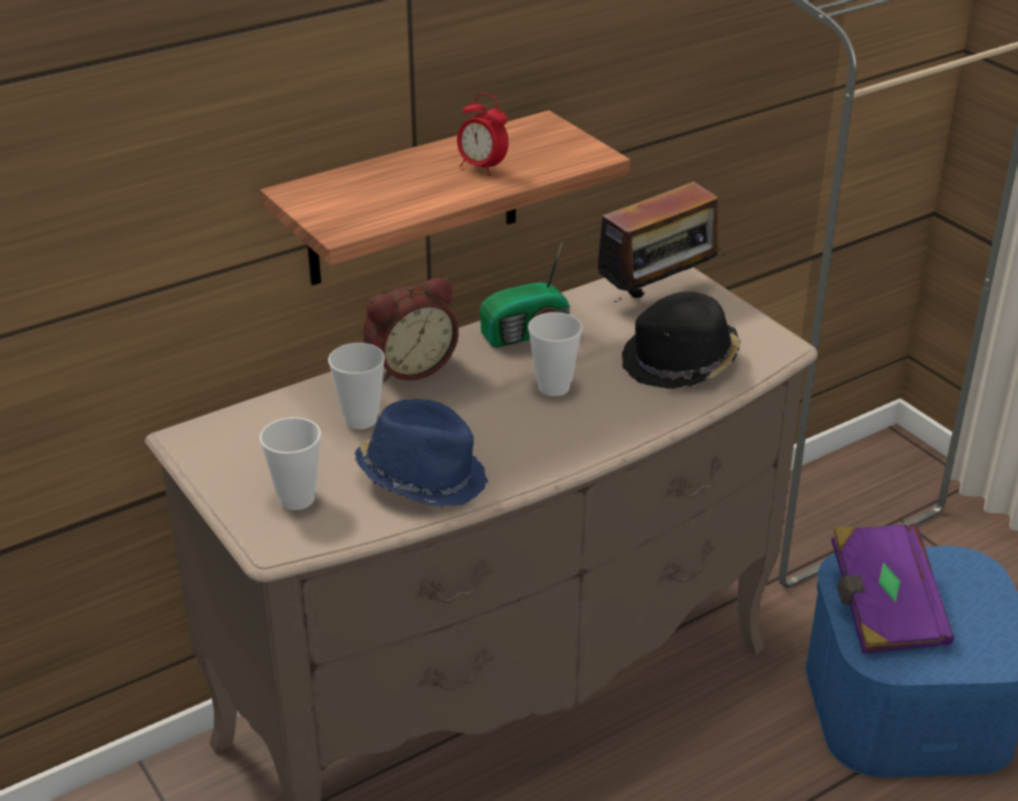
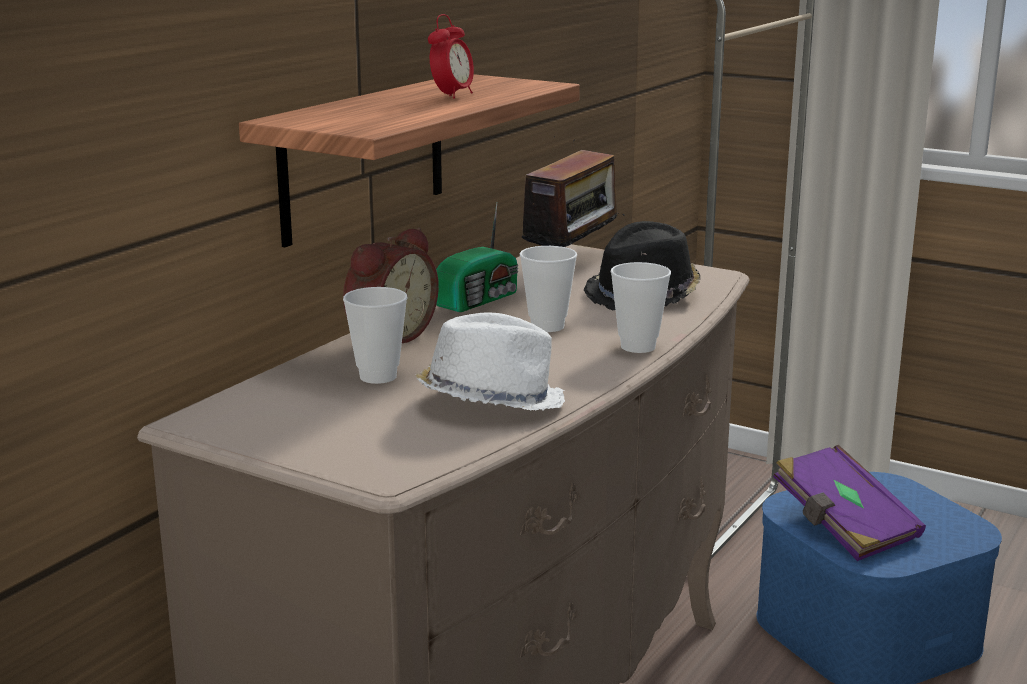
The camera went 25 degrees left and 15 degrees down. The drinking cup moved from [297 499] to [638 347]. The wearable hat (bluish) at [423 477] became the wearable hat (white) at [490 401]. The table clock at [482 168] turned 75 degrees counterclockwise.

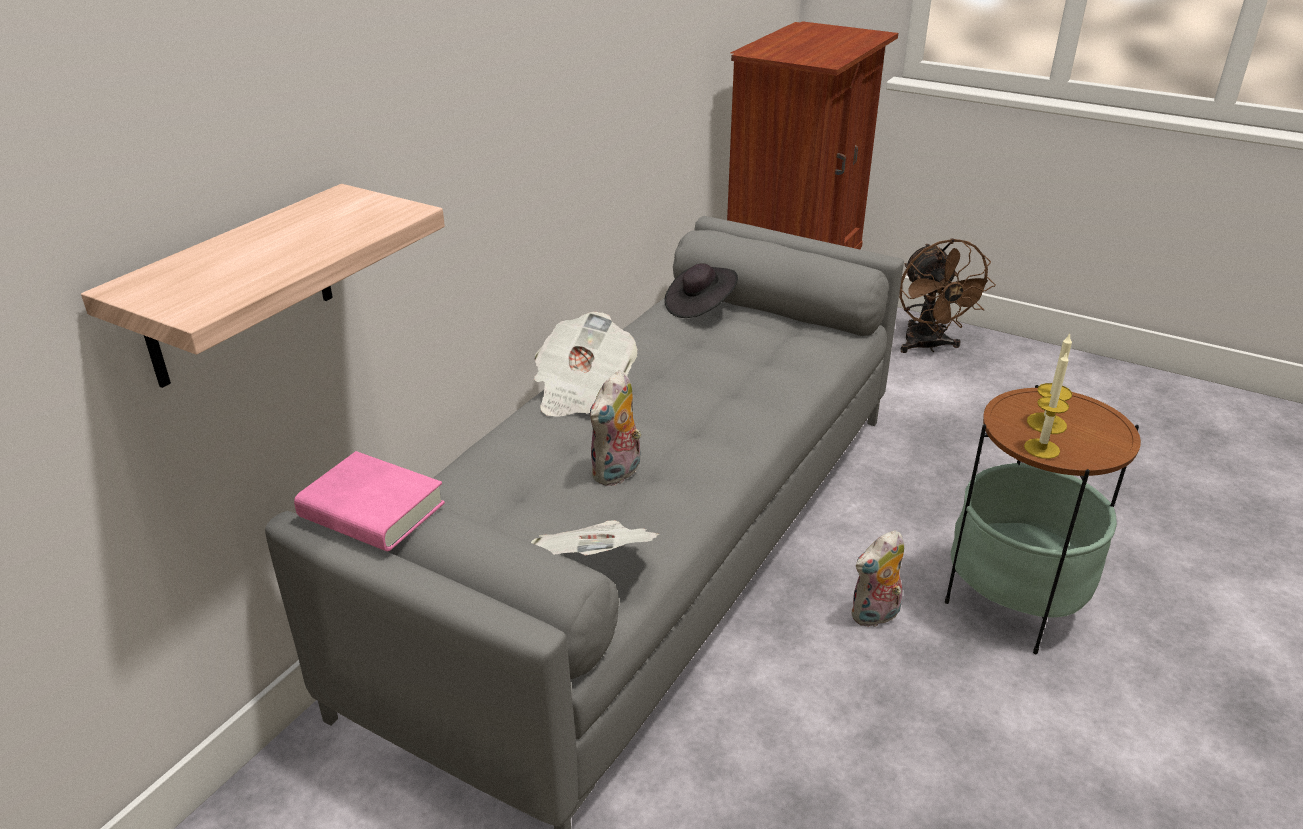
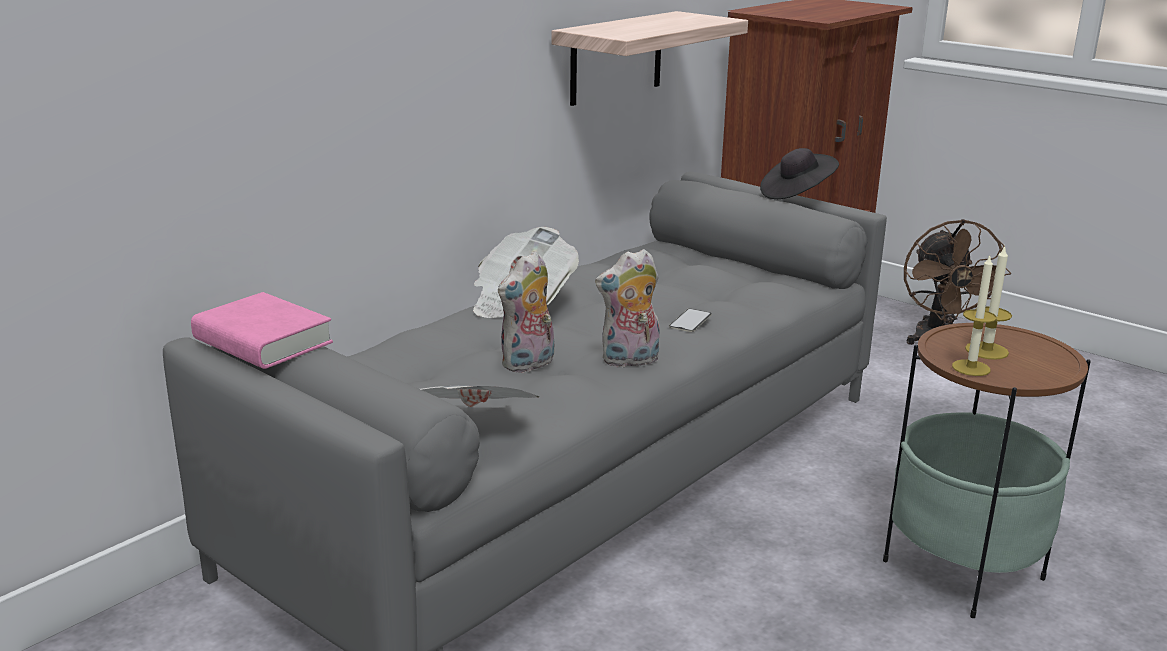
The camera went 10 degrees right and 10 degrees down. The bracket shelf moved from [238 286] to [616 58]. The wearable hat (black) moved from [699 306] to [796 194]. The soft toy moved from [875 616] to [629 361]. The handset at [690 321] appeared.

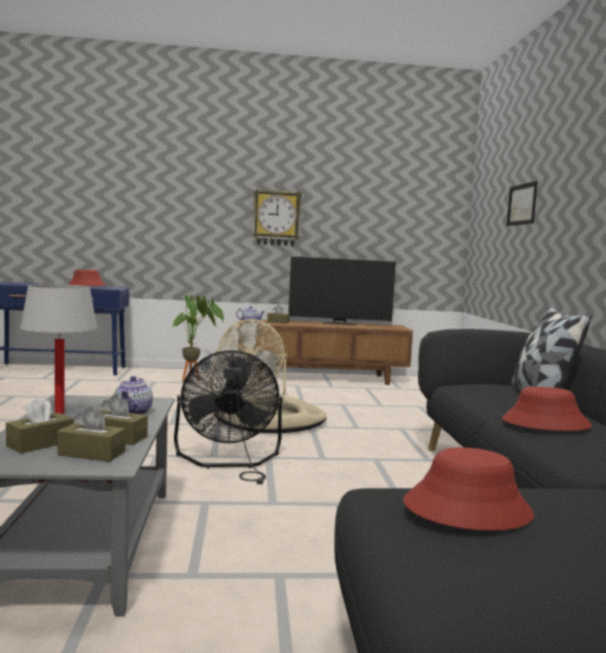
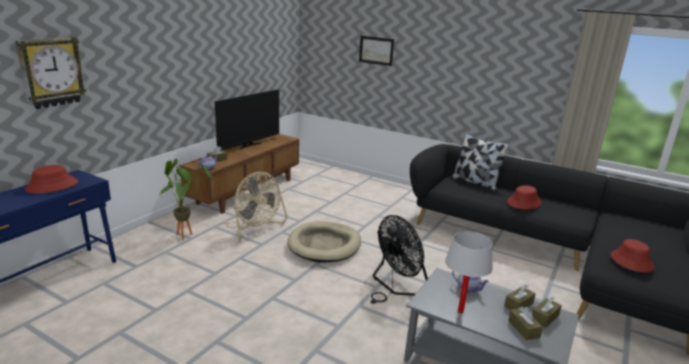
The camera went 55 degrees left and 15 degrees up. The fan (black) at [232 462] turned 120 degrees clockwise. The hanging clock moved from [276 218] to [51 72].

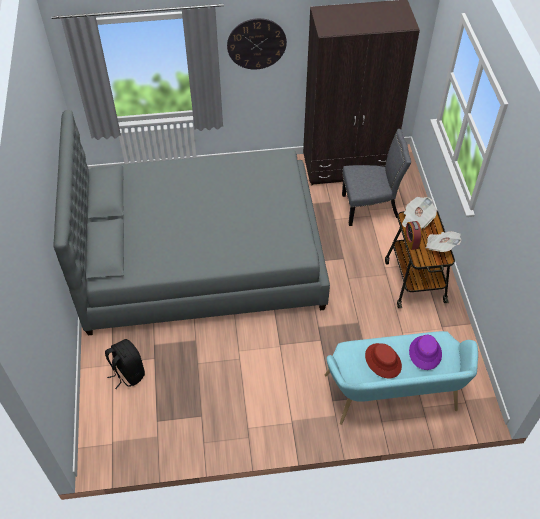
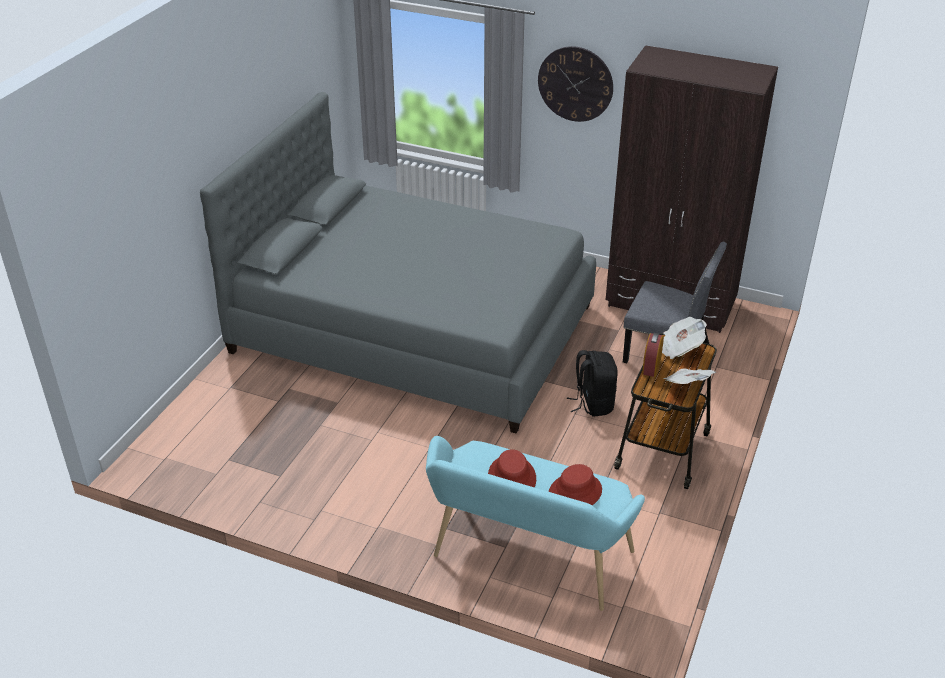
The camera went 30 degrees right and 15 degrees down. The rucksack (black) moved from [128 373] to [593 404]. The wearable hat (purplish) at [425 353] became the wearable hat (red) at [575 492].

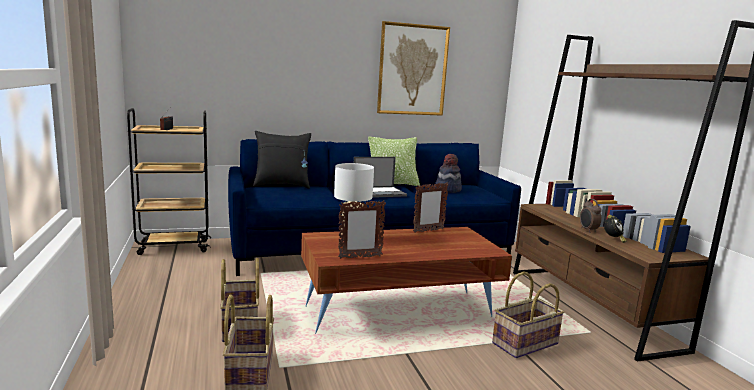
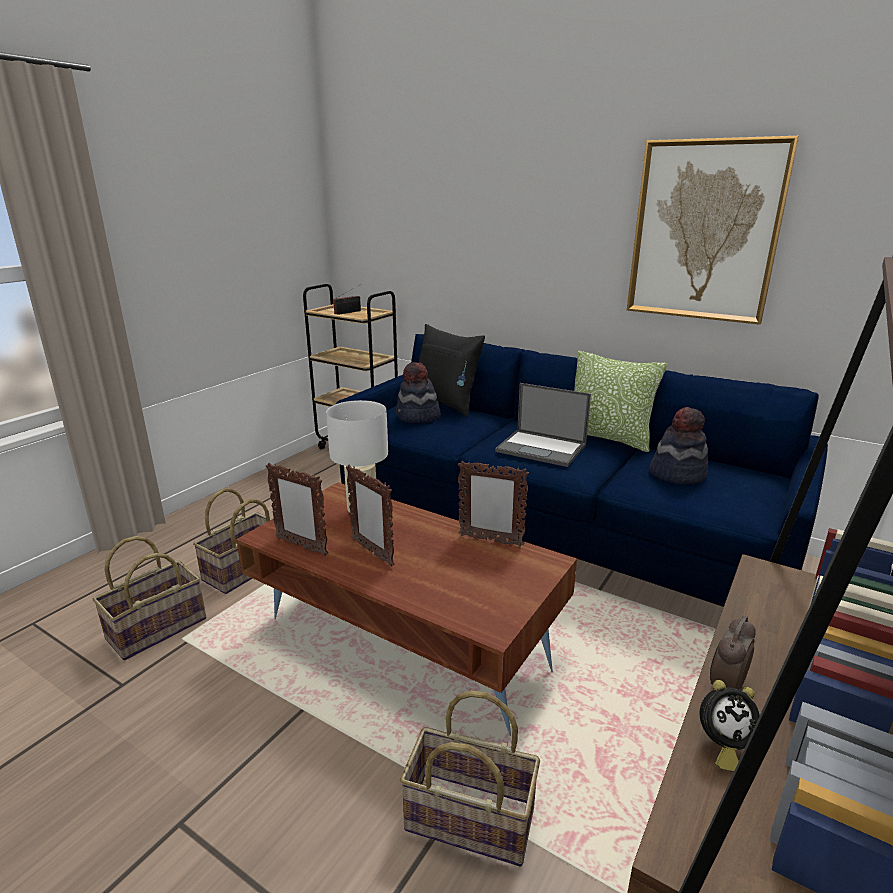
The camera went 50 degrees right and 10 degrees up. The picture frame at [372 552] appeared. The wearable hat at [418 417] appeared.

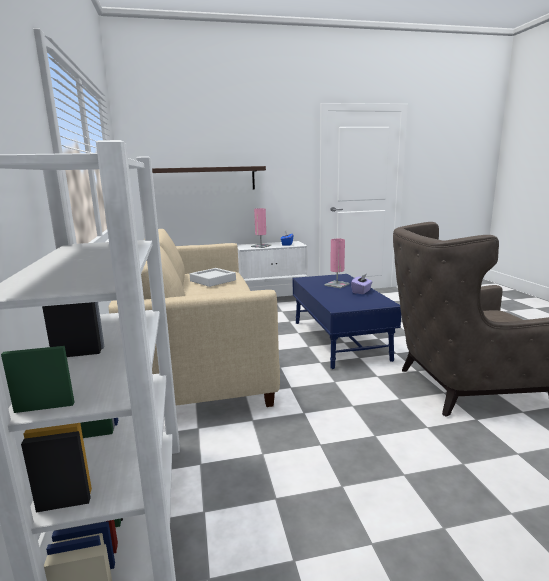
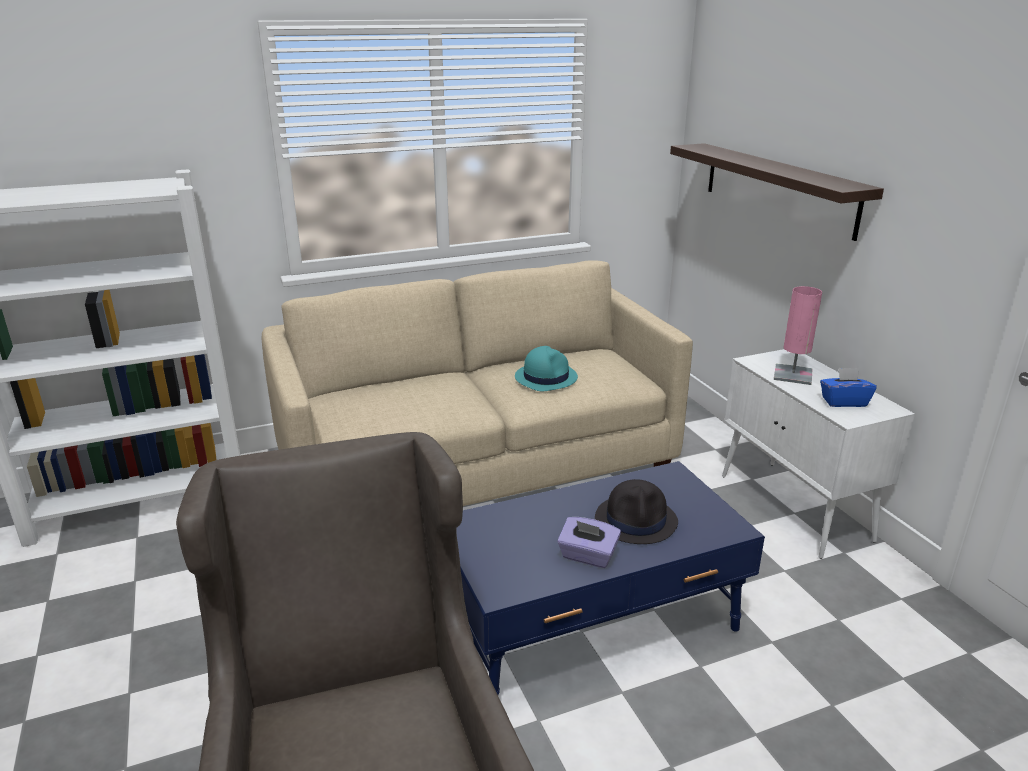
The camera went 80 degrees right and 10 degrees up. The serving tray (grey) at [213 280] was replaced by the wearable hat (turquoise-coloured) at [546 377]. The tabletop lamp (pinkish) at [337 285] was replaced by the wearable hat (black) at [636 520].

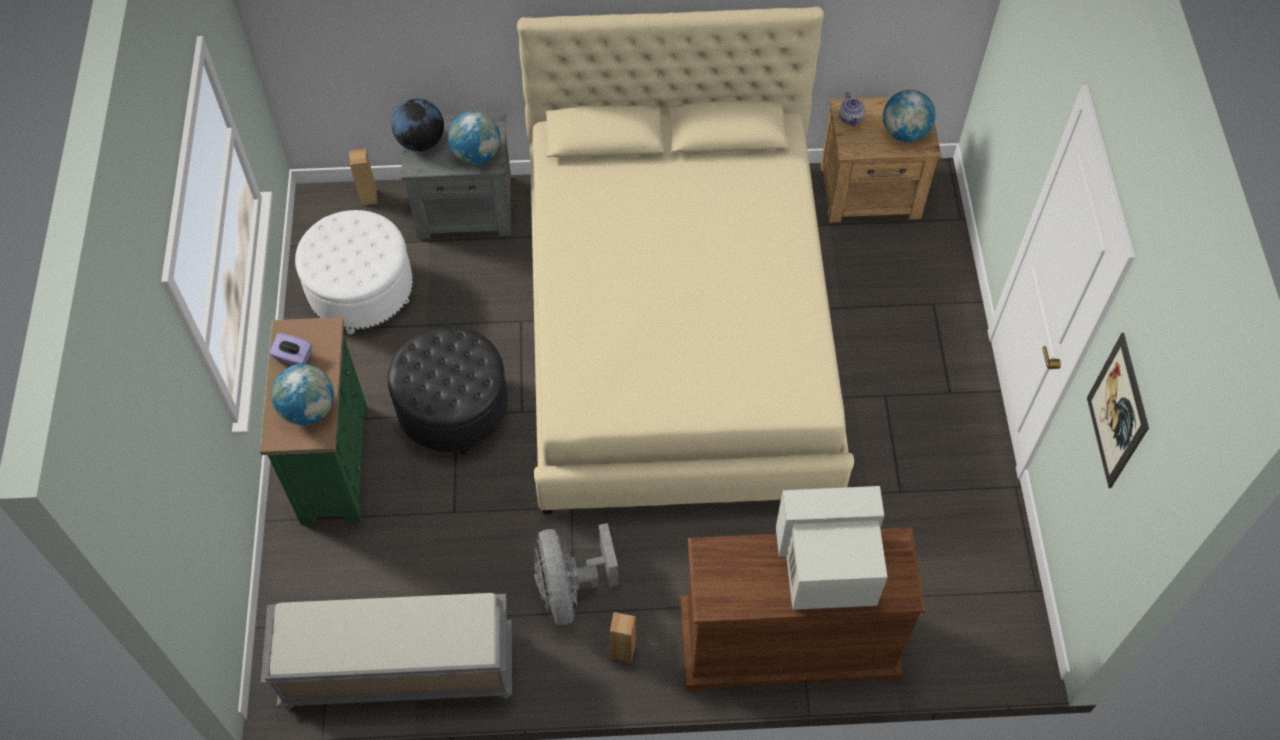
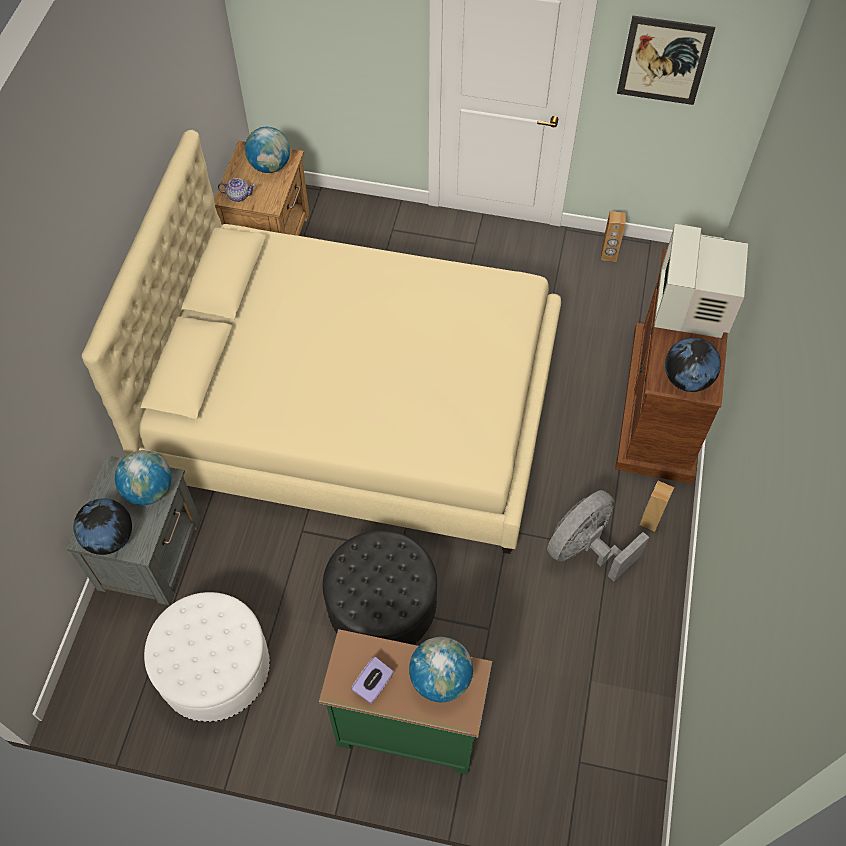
The camera went 75 degrees left and 0 degrees up. The indoor bench (grey) at [397 670] disappeared. The audio speaker (brown) moved from [368 197] to [608 255]. The fan (grey) at [569 589] turned 135 degrees clockwise. The world globe at [686 379] appeared.

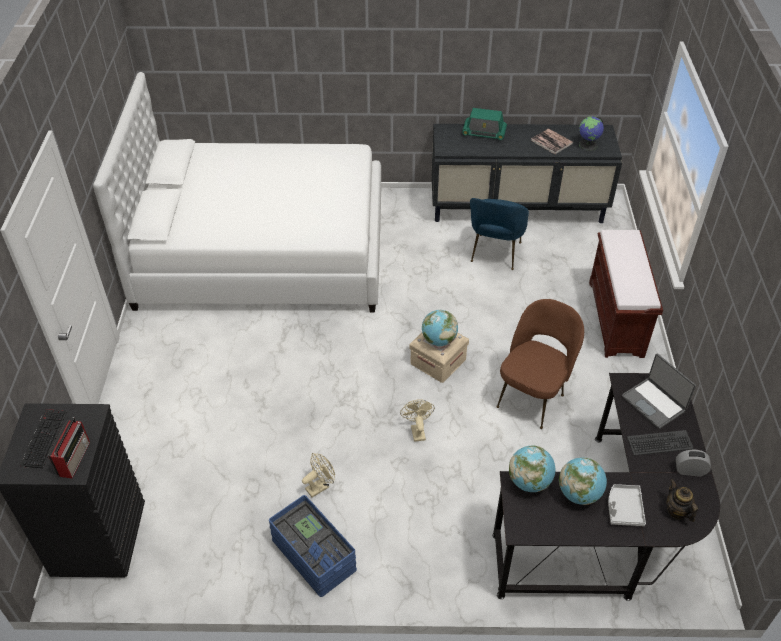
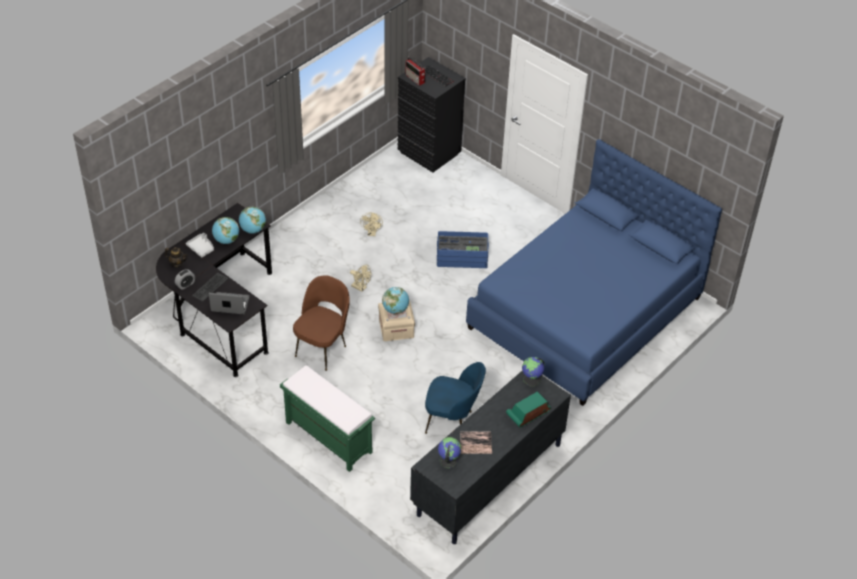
The camera went 130 degrees right and 0 degrees up. The bedroom bed (white) at [263 250] became the bedroom bed (bluish) at [585 313]. The storage box (bluish) moved from [314 553] to [461 258]. The chair (bluish) at [494 255] turned 135 degrees clockwise. The chair (brown) at [533 397] turned 135 degrees counterclockwise. The indoor bench (brown) at [616 319] became the indoor bench (green-coloured) at [327 437]. The world globe at [532 380] appeared.

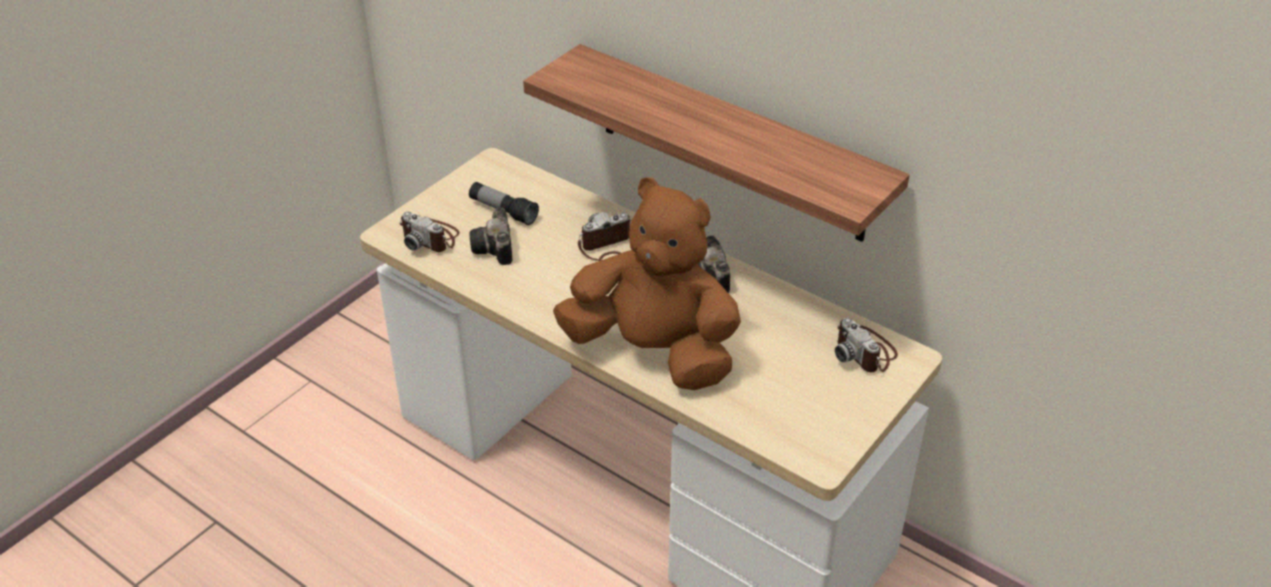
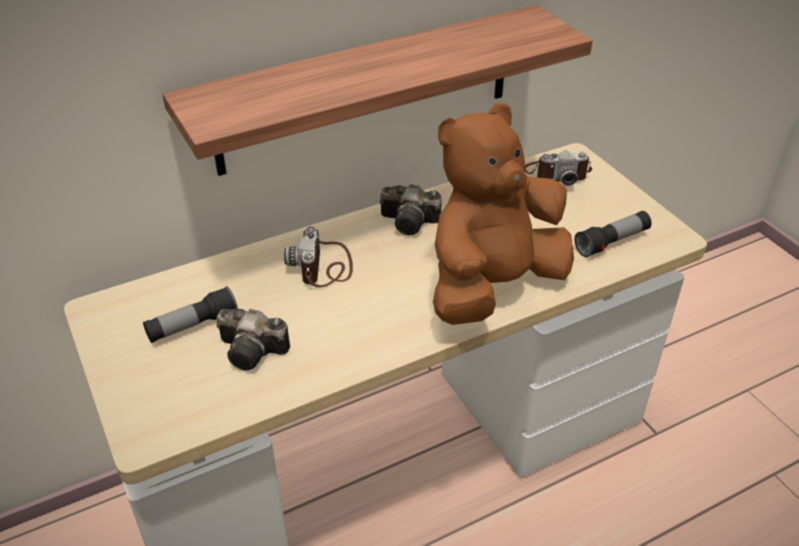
The camera went 65 degrees left and 0 degrees up. The photo camera at [430 237] disappeared. The flashlight at [612 242] appeared.

